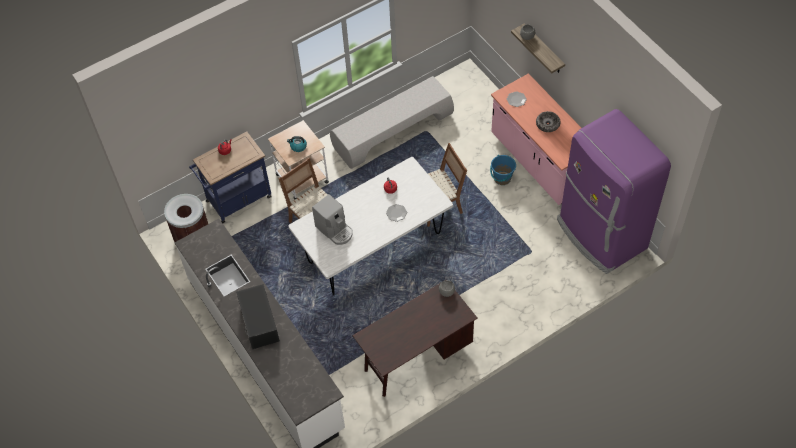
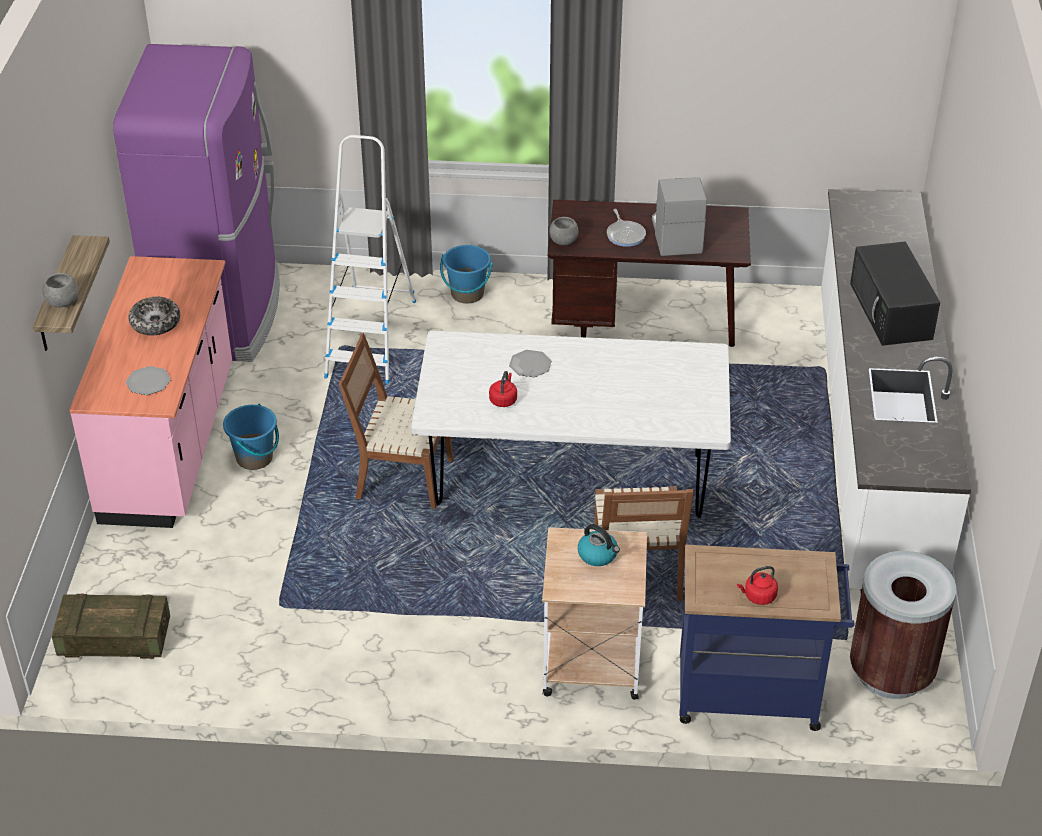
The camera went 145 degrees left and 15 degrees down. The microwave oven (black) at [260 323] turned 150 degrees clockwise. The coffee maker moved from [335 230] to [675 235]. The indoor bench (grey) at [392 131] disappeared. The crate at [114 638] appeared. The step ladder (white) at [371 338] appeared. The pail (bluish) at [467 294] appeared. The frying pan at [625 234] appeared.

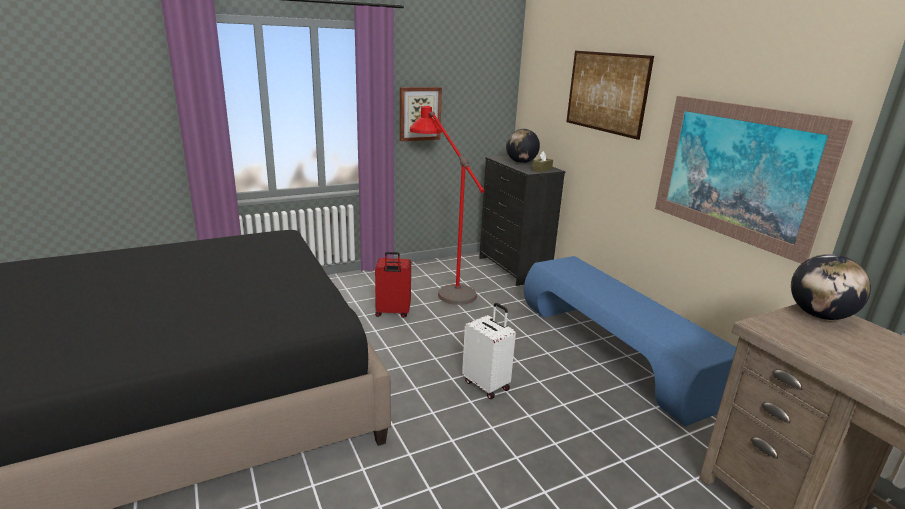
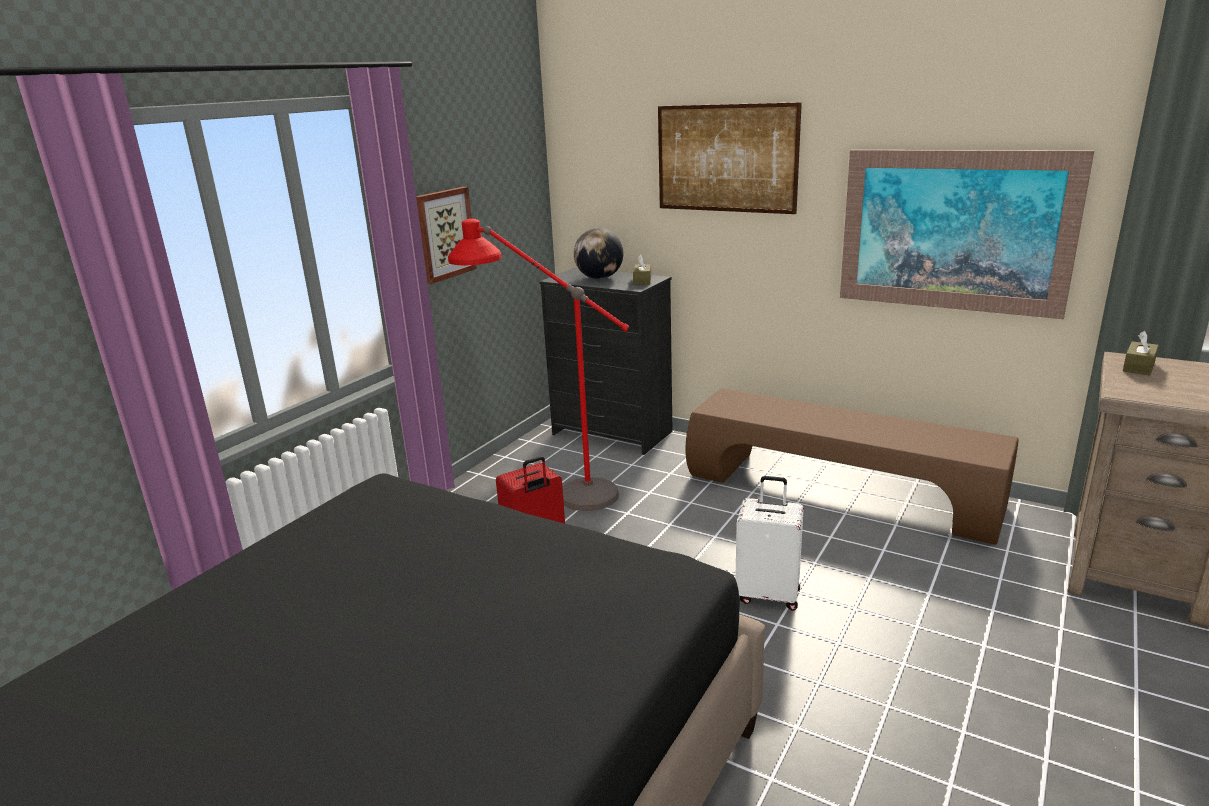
The camera went 30 degrees left and 0 degrees up. The indoor bench (bluish) at [616 350] became the indoor bench (brown) at [840 490]. The world globe at [819 315] was replaced by the tissue holder (brown) at [1138 367].

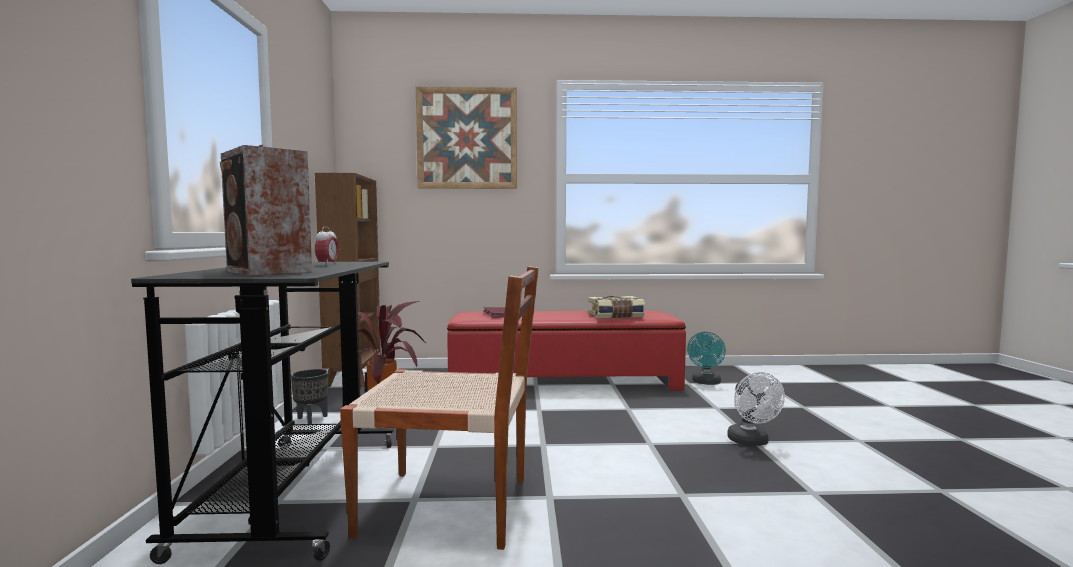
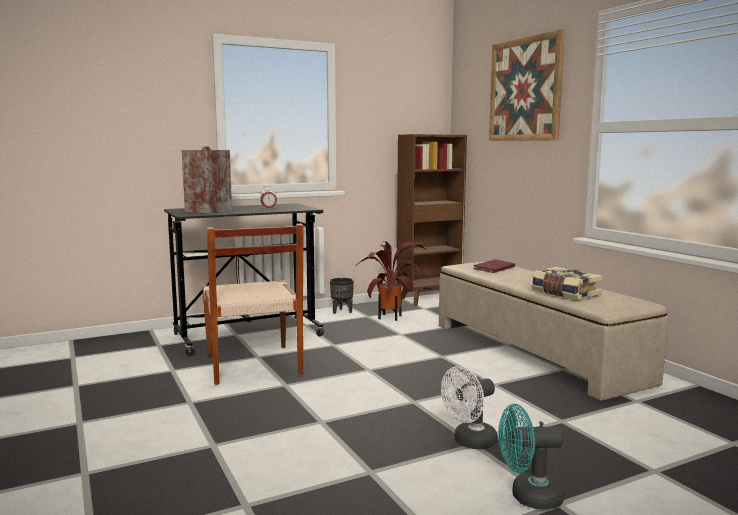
The camera went 65 degrees right and 5 degrees up. The indoor bench (red) at [565 381] became the indoor bench (beige-coloured) at [536 351]. The fan (turquoise-coloured) moved from [706 383] to [528 497].

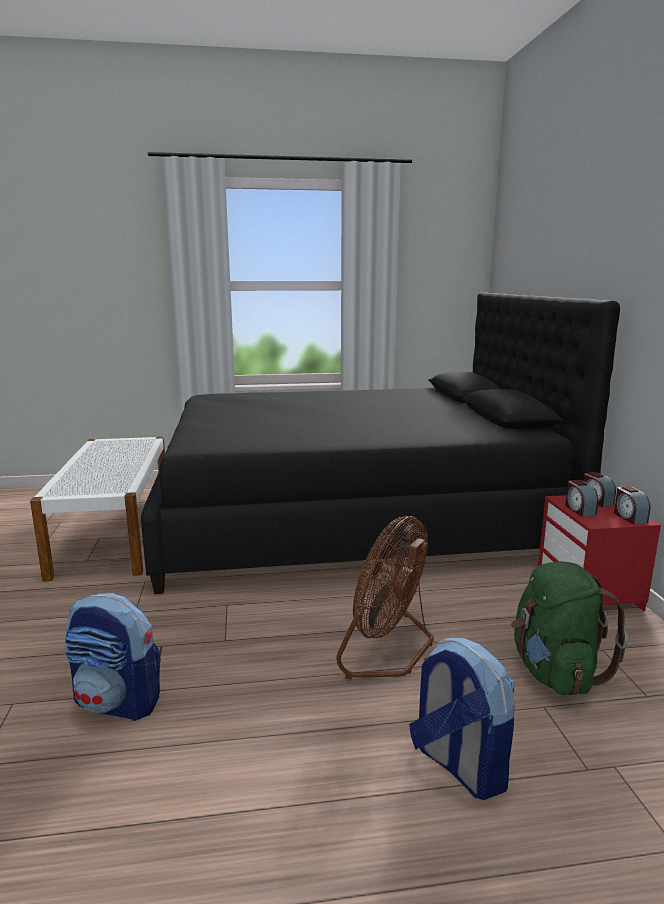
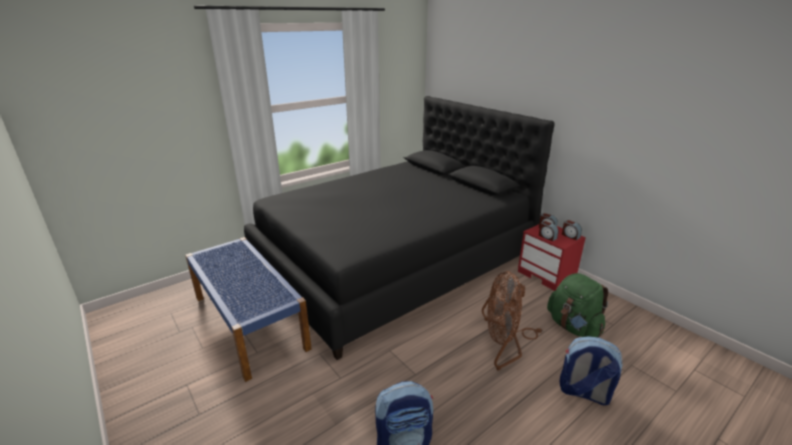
The camera went 30 degrees left and 10 degrees up. The indoor bench (white) at [116 532] became the indoor bench (bluish) at [250 321].

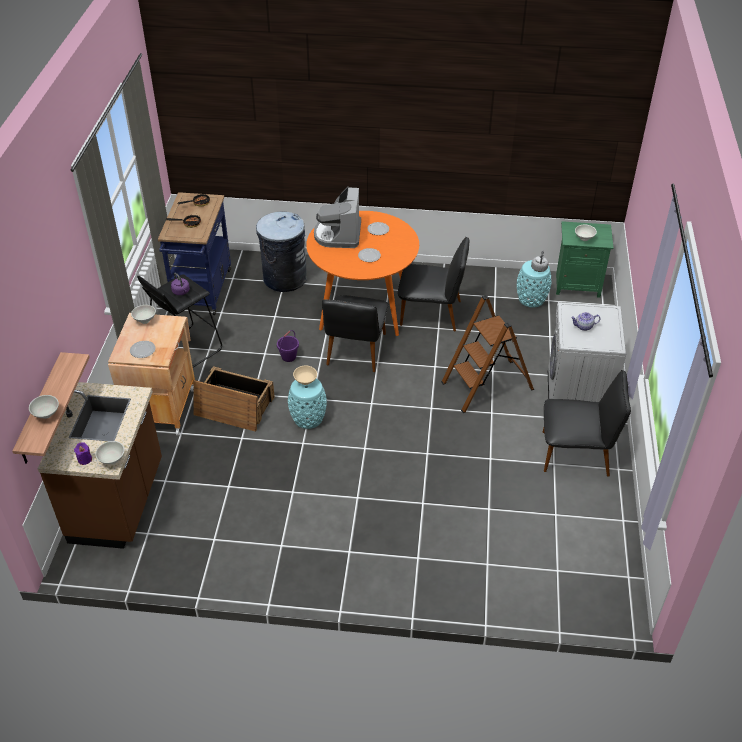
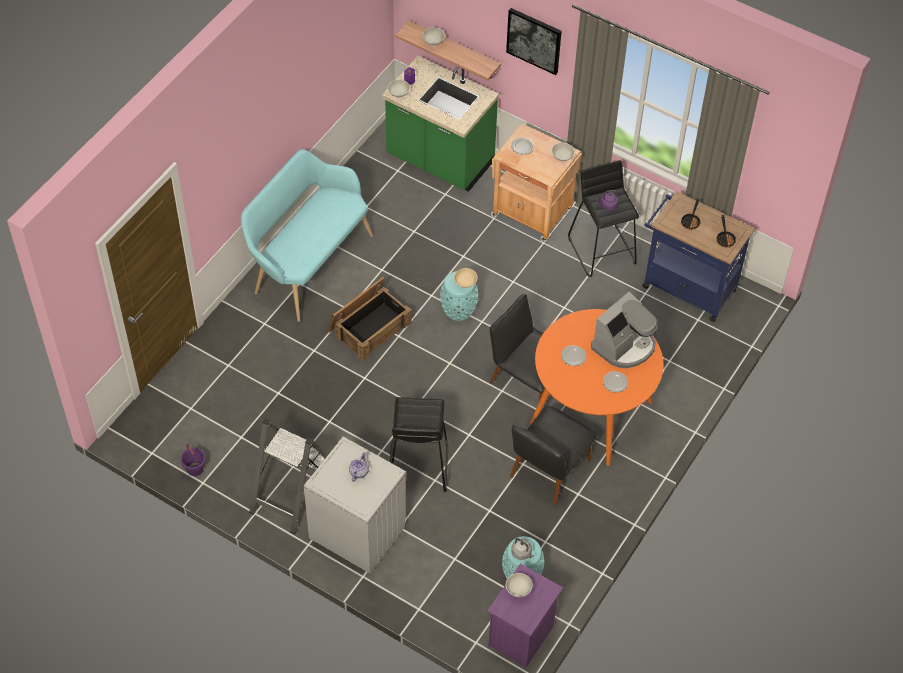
The camera went 115 degrees right and 10 degrees up. The counter (brown) at [119 503] became the counter (green-coloured) at [439 161]. The crate moved from [233 406] to [369 326]. The trash can (grey) at [284 278] disappeared. The pail (purplish) moved from [288 356] to [195 469]. The coffee maker at [338 234] turned 105 degrees clockwise. The step ladder (brown) at [488 385] was replaced by the stool seat (black) at [417 466]. The chair (black) at [575 453] was replaced by the step ladder (grey) at [293 490]. The night table (green-coloured) at [577 284] became the night table (purplish) at [522 636]. The indoor bench (turquoise-coloured) at [308 263] appeared. The wall picture at [534 40] appeared.

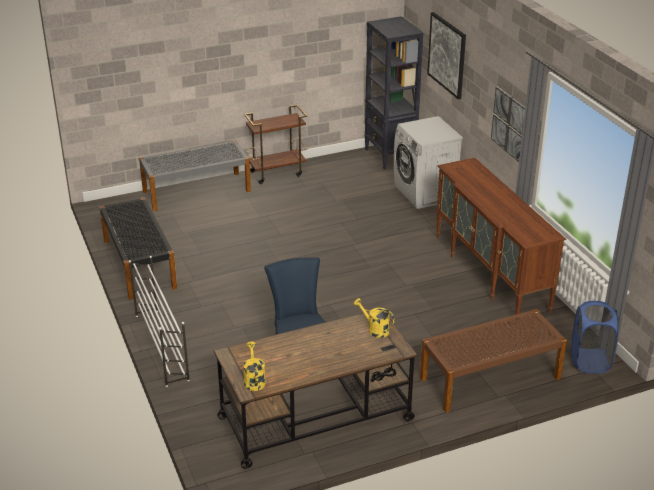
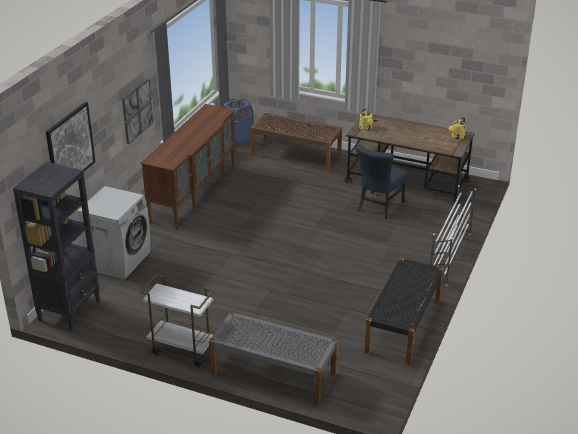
The camera went 135 degrees left and 0 degrees up. The cart (brown) at [277 173] became the cart (white) at [181 350].

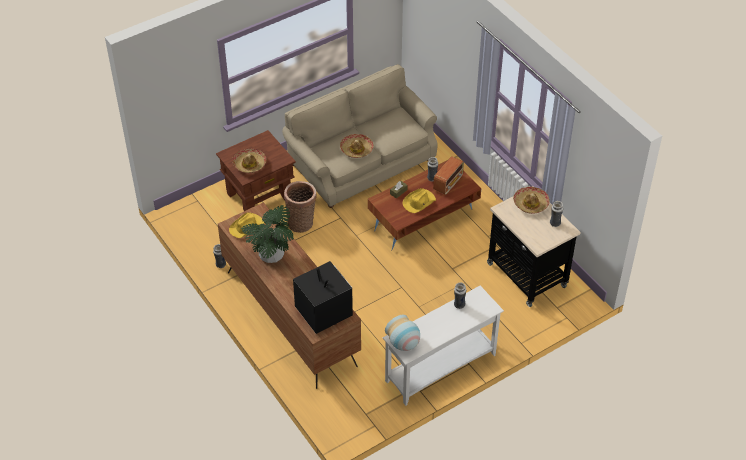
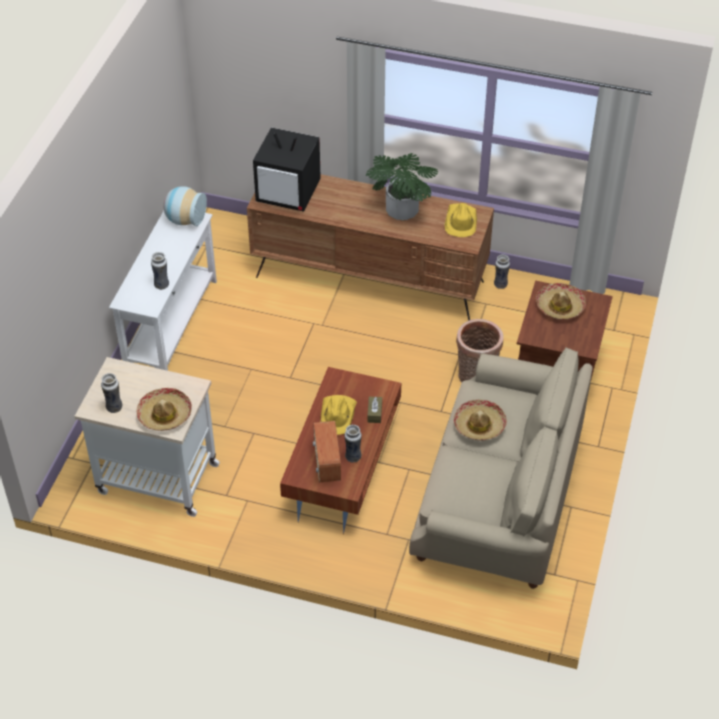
The camera went 140 degrees right and 0 degrees up. The cart (black) at [527 276] became the cart (white) at [157 479].

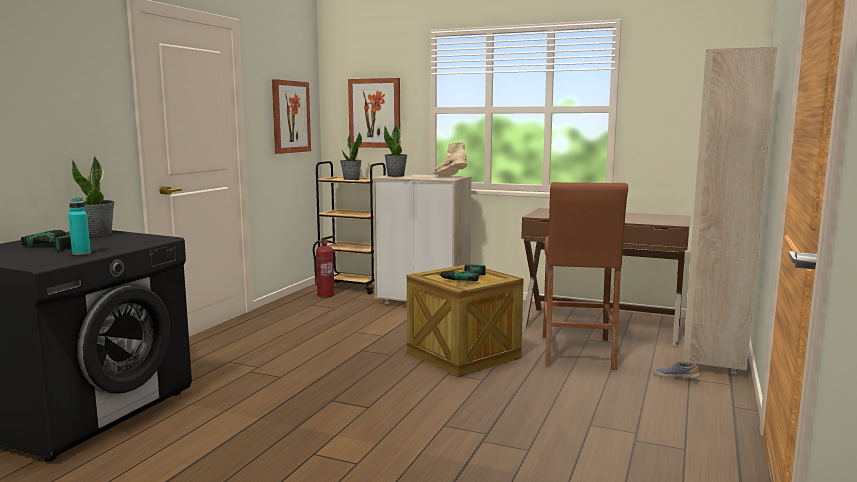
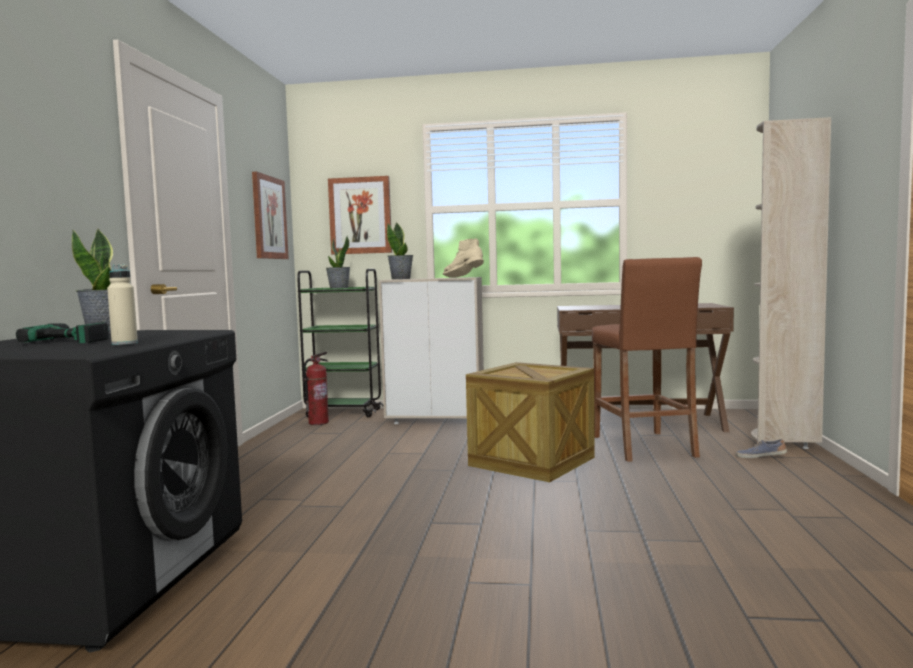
The camera went 15 degrees left and 5 degrees down. The drink bottle (turquoise-coloured) at [81 253] became the drink bottle (beige-coloured) at [124 343]. The cart (brown) at [354 287] became the cart (green-coloured) at [345 413]. The drill at [458 276] disappeared.

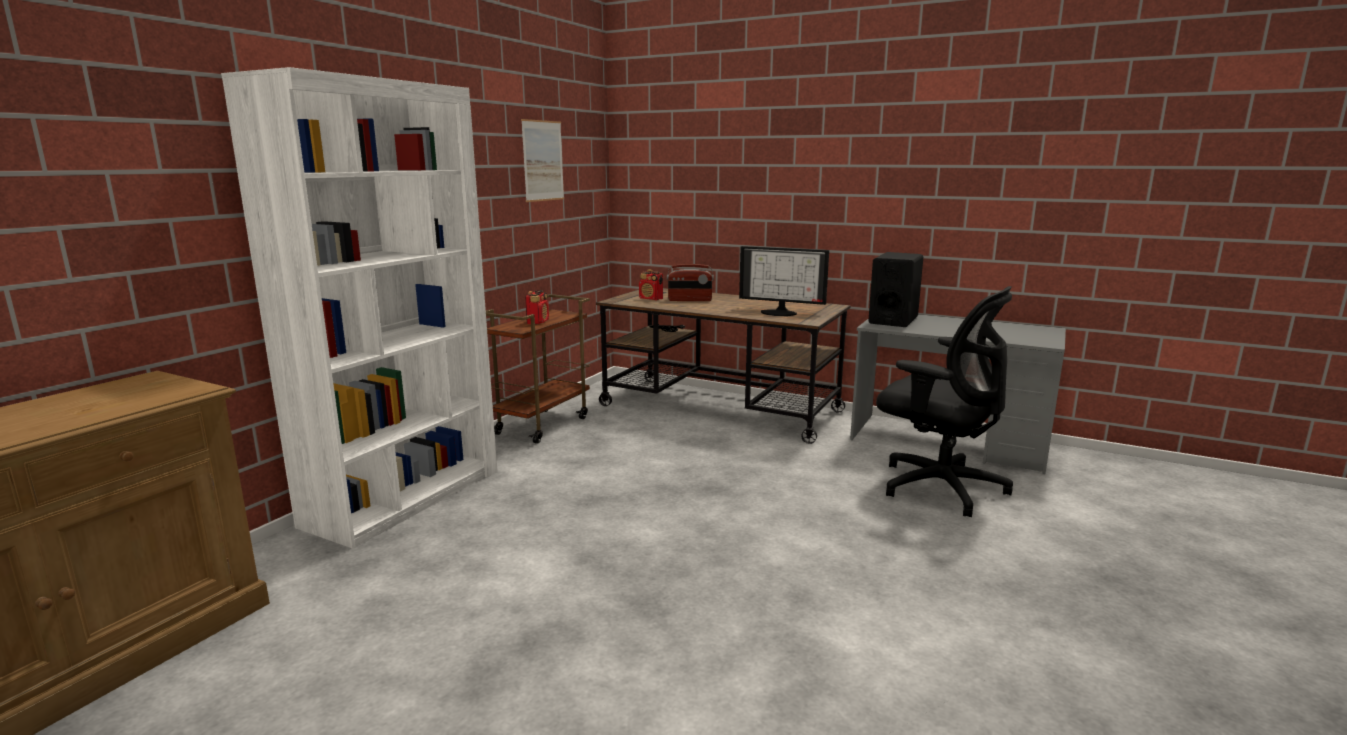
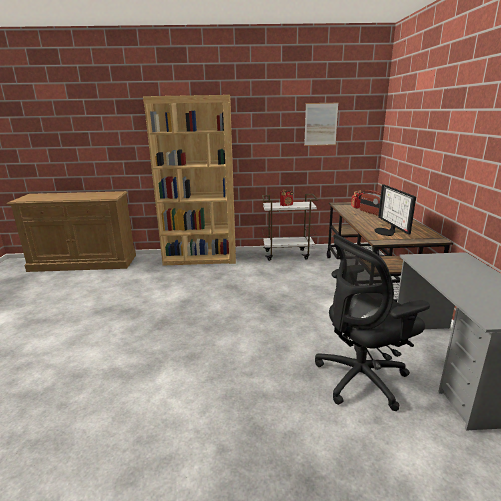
The camera went 60 degrees right and 5 degrees up. The bookshelf (white) at [405 497] became the bookshelf (brown) at [200 258]. The cart (brown) at [544 425] became the cart (white) at [288 255]. The audio speaker (black) at [893 320] disappeared. The computer chair (black) at [932 486] turned 60 degrees clockwise.

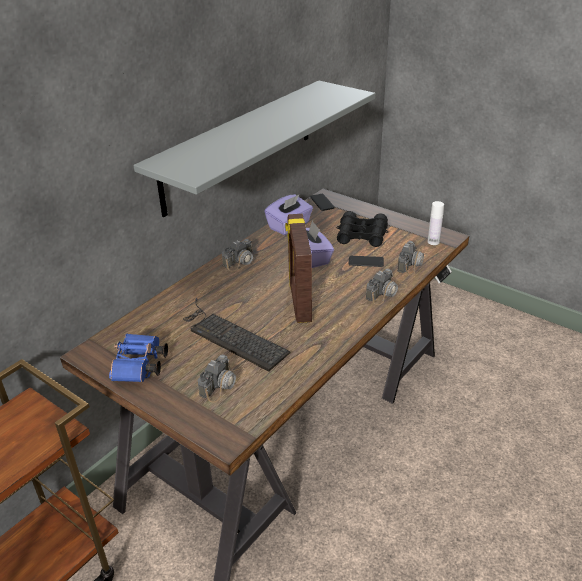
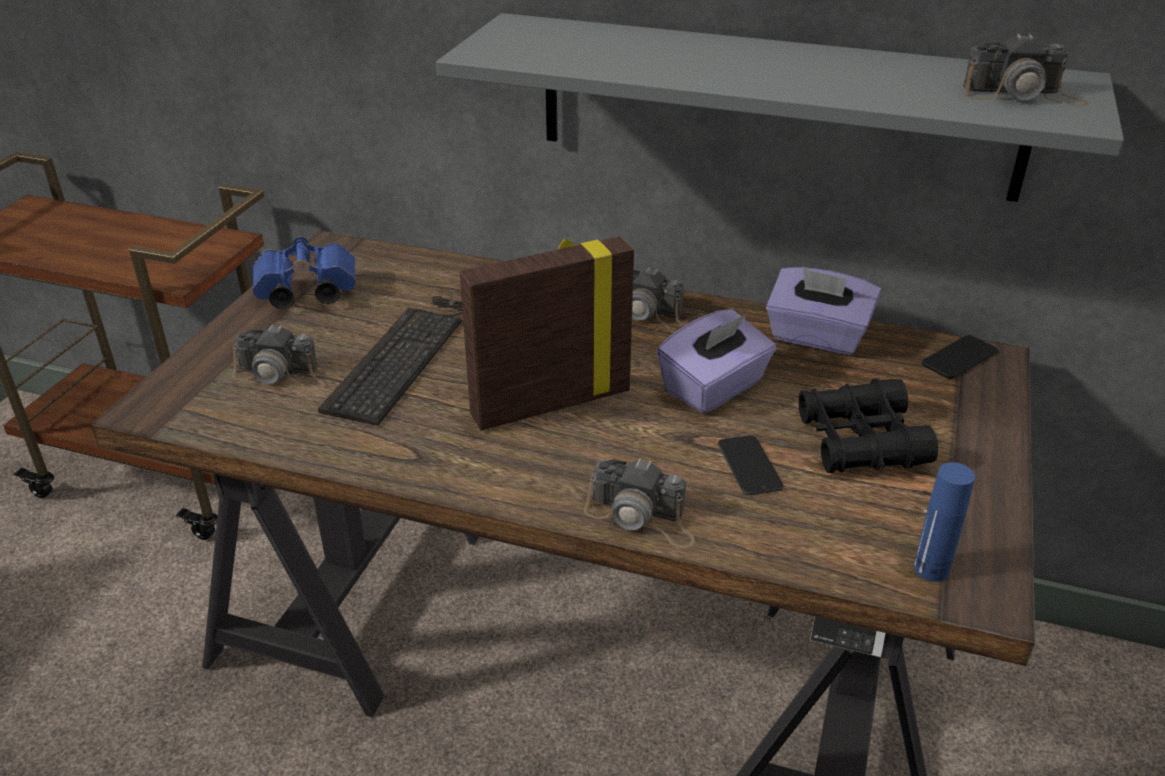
The camera went 70 degrees right and 0 degrees up. The photo camera moved from [412 263] to [1023 95]. The drink bottle (white) at [433 242] became the drink bottle (bluish) at [931 569].

